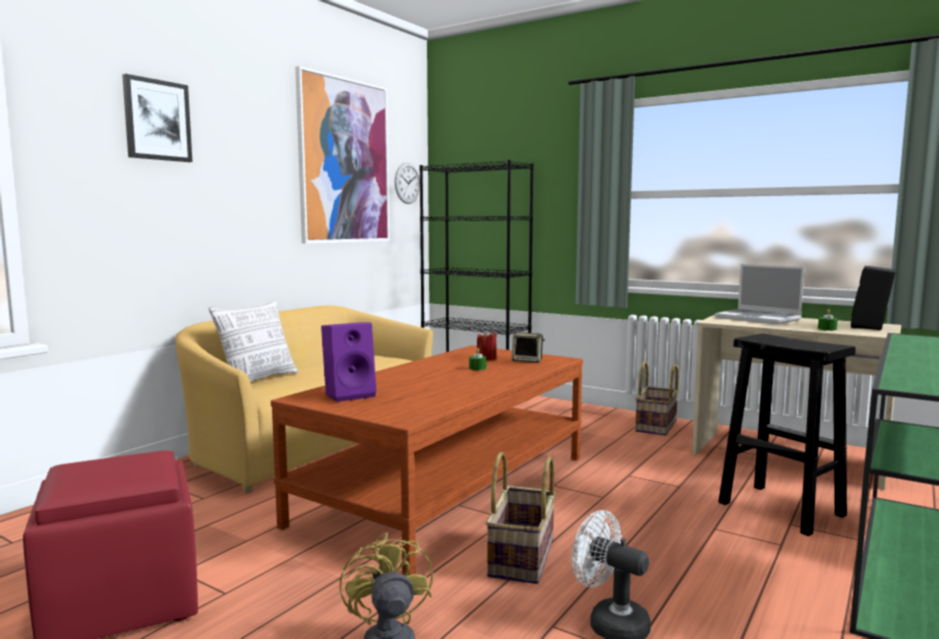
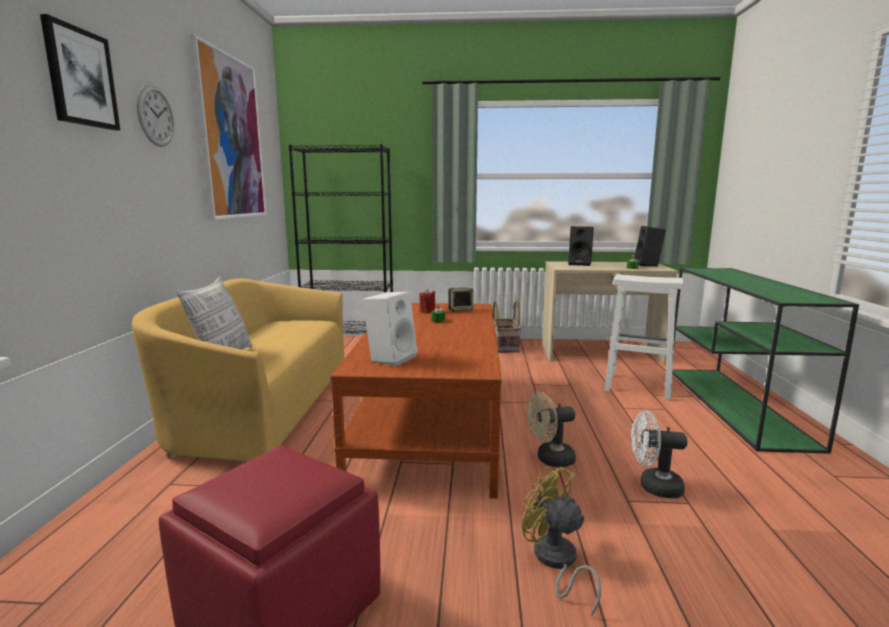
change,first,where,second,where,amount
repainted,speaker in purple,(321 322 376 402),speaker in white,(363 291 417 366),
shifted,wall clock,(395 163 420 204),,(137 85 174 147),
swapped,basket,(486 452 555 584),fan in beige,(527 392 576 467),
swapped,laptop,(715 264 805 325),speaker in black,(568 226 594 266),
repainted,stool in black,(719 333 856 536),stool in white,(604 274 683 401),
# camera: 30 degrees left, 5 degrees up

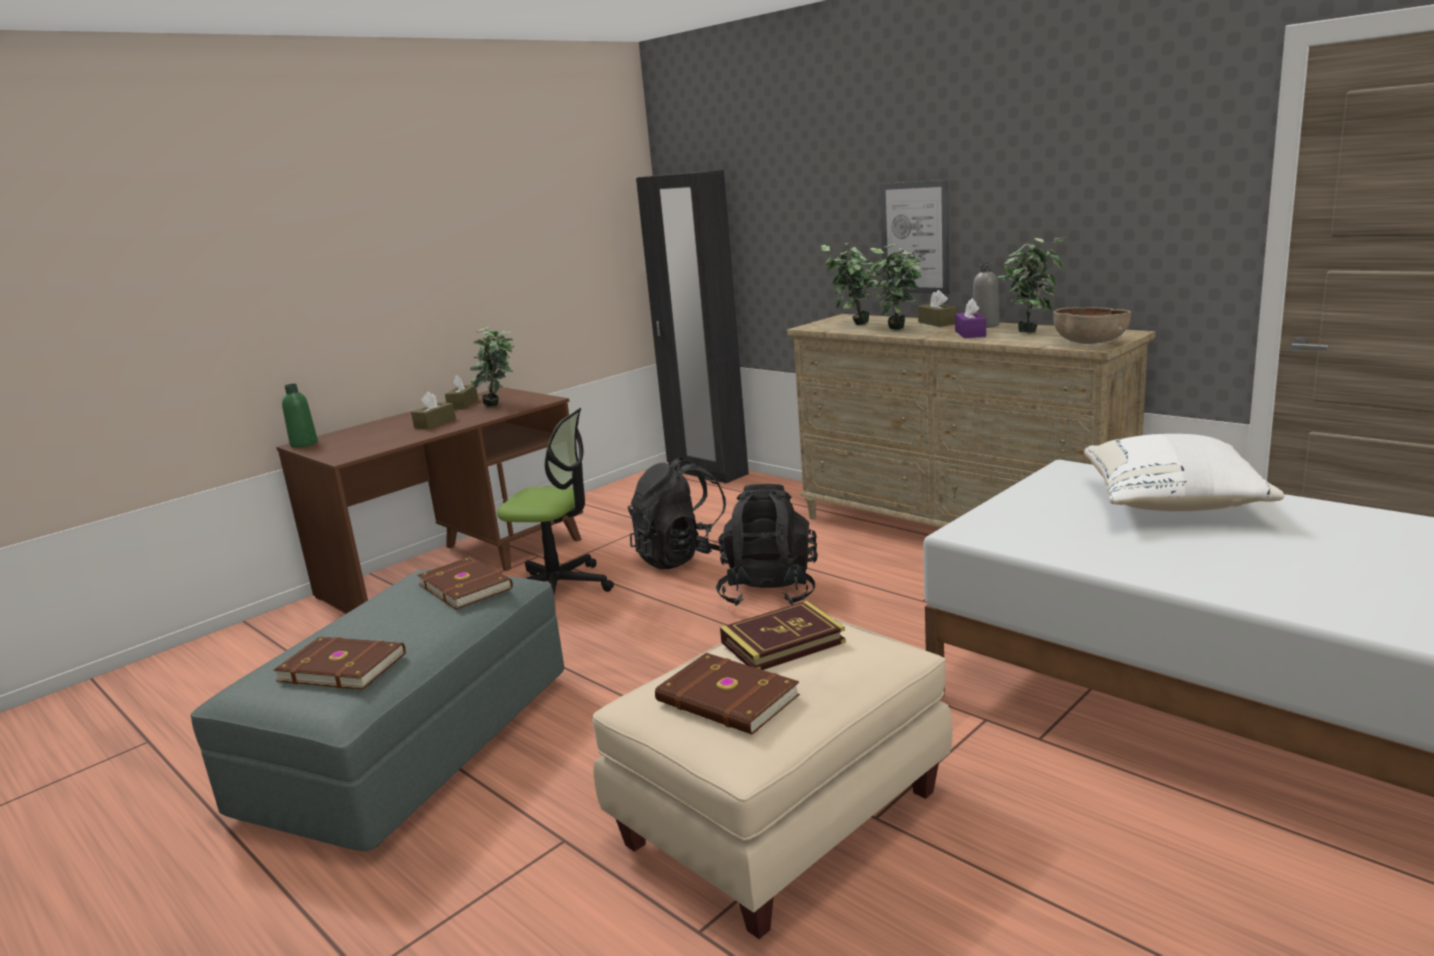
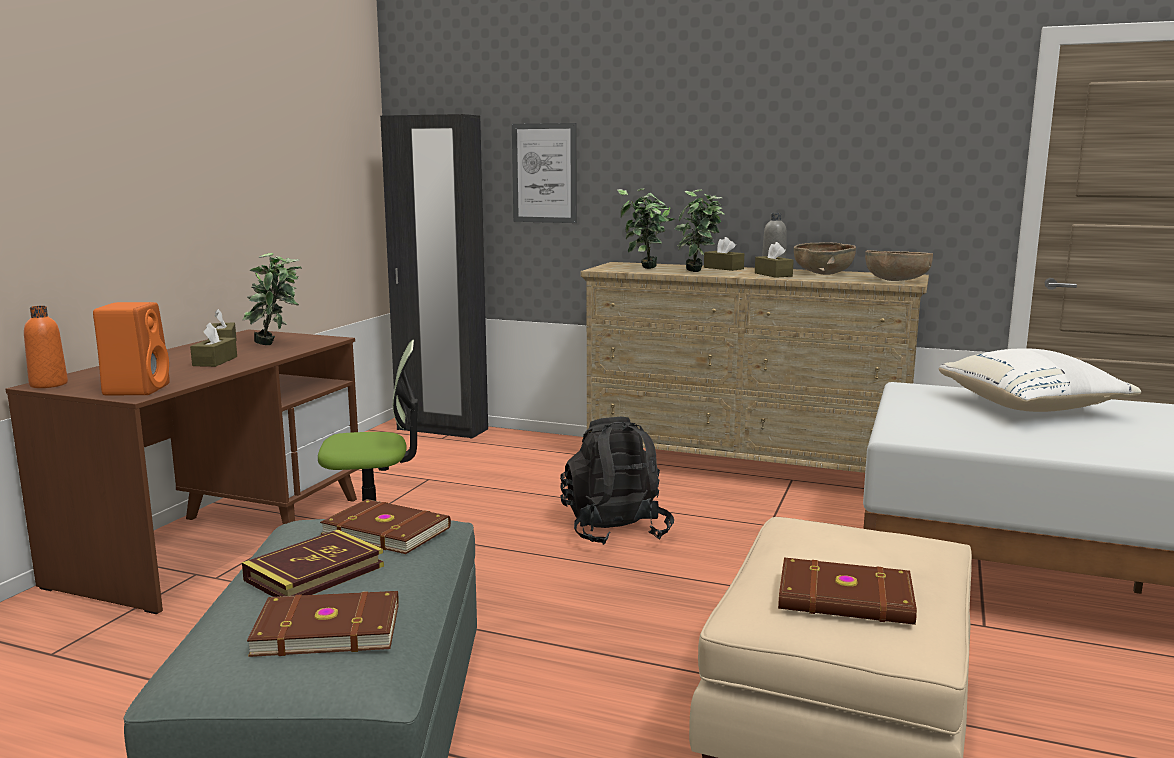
change,first,where,second,where,amount
repainted,bottle in green,(282 384 318 448),bottle in orange,(24 306 68 388),
gone,backpack in black,(628 457 726 569),,,
shifted,book,(720 601 846 670),,(242 530 384 597),
shifted,picture,(880 180 950 294),,(512 123 577 223),
repainted,tissue box in purple,(955 299 986 338),tissue box in brown,(755 242 794 278),
swapped,potted plant,(997 237 1066 333),bowl in brown,(794 242 856 275),
new,,,speaker in orange,(93 302 170 395),
# camera: 25 degrees left, 5 degrees down

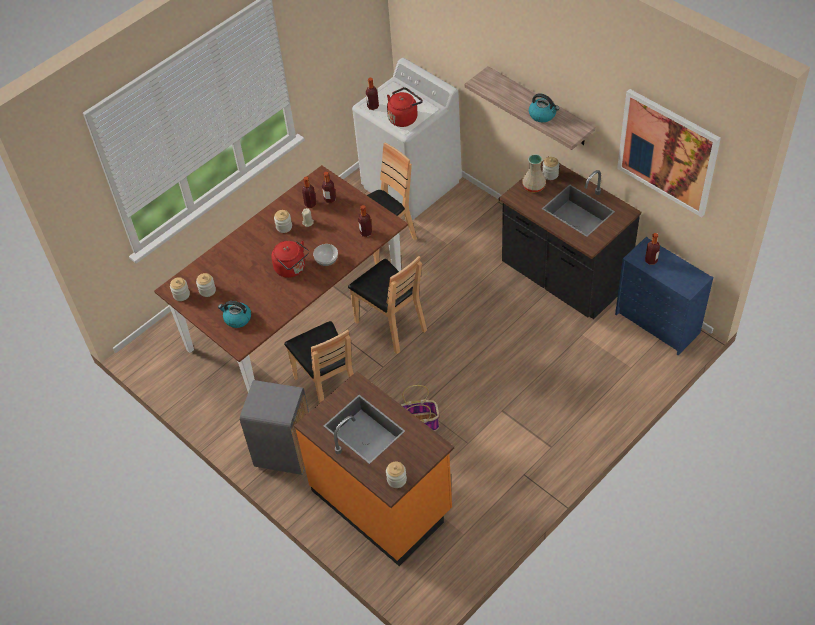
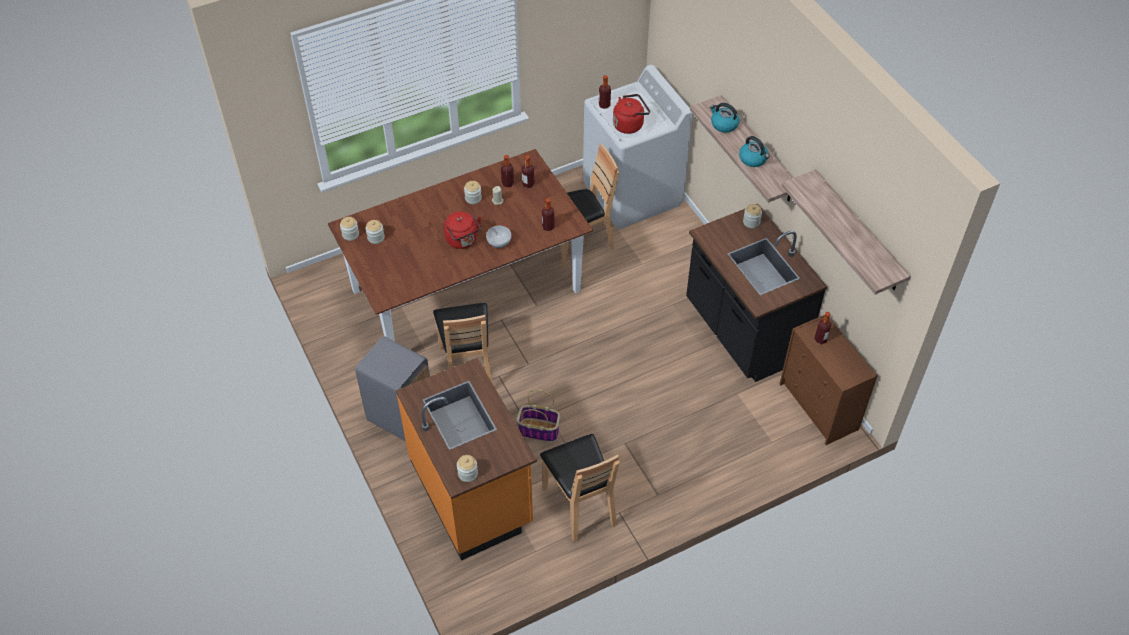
change,first,where,second,where,amount
shifted,kettle,(218 301 251 328),,(710 103 740 133),
shifted,chair in brown,(348 256 427 354),,(540 434 620 542),
gone,vase in beige,(522 154 546 192),,,
repainted,dresser in blue,(615 237 713 355),dresser in brown,(780 315 878 445),
swapped,picture,(617 89 721 217),shelf,(781 169 911 295),
# camera: 15 degrees right, 0 degrees up

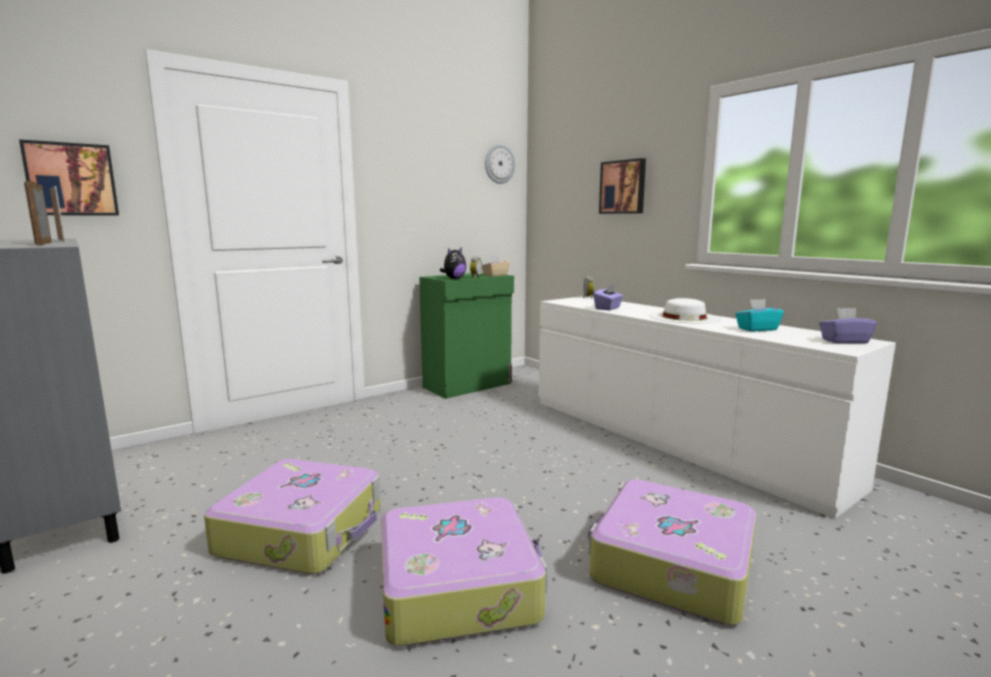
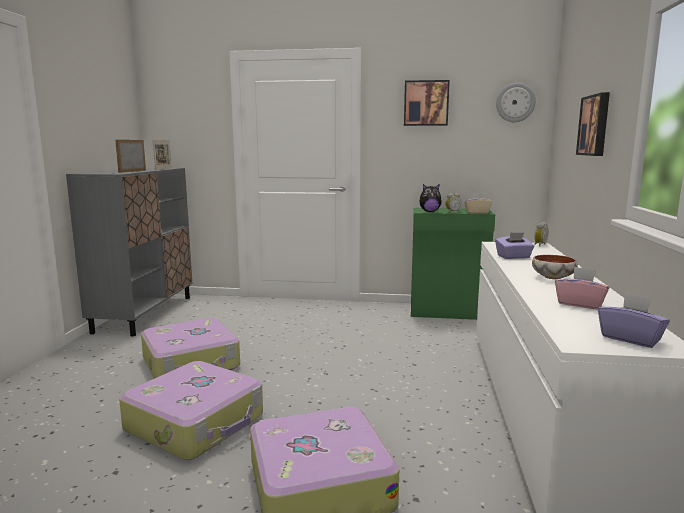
change,first,where,second,where,amount
shifted,picture,(19 139 119 216),,(404 80 450 126),
swapped,hat in white,(649 298 721 323),bowl,(532 255 578 279),
repainted,tissue box in turquoise,(735 299 784 332),tissue box in pink,(555 266 610 309),
# camera: 45 degrees right, 0 degrees up

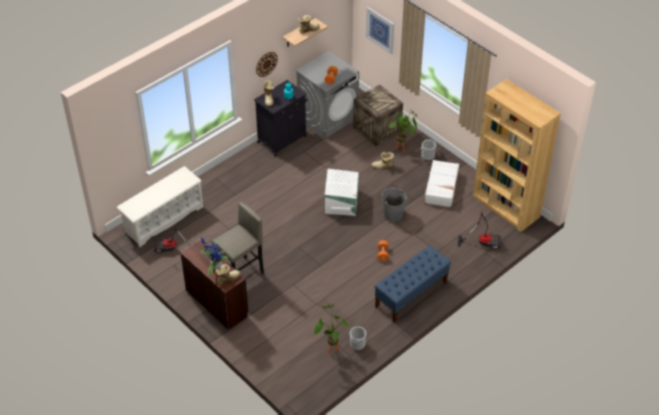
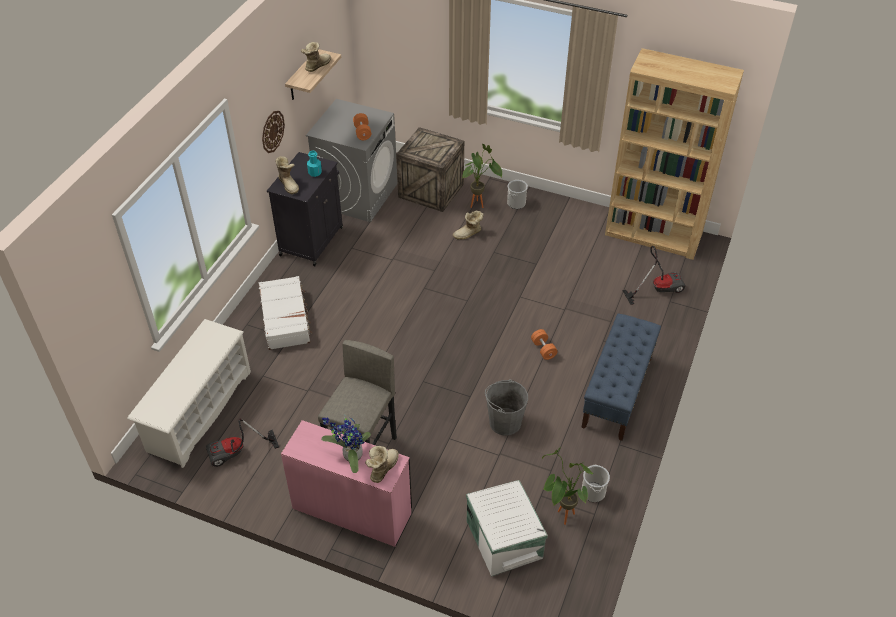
change,first,where,second,where,amount
repainted,desk in brown,(180 239 248 330),desk in pink,(281 420 412 547),
shifted,storage box in white,(324 168 359 216),,(466 480 548 577),
gone,picture,(366 7 394 54),,,
shifted,bucket in grey,(381 188 407 222),,(485 379 528 436),
shifted,suitcase in white,(424 160 460 207),,(259 276 313 350),
# camera: 25 degrees left, 0 degrees up

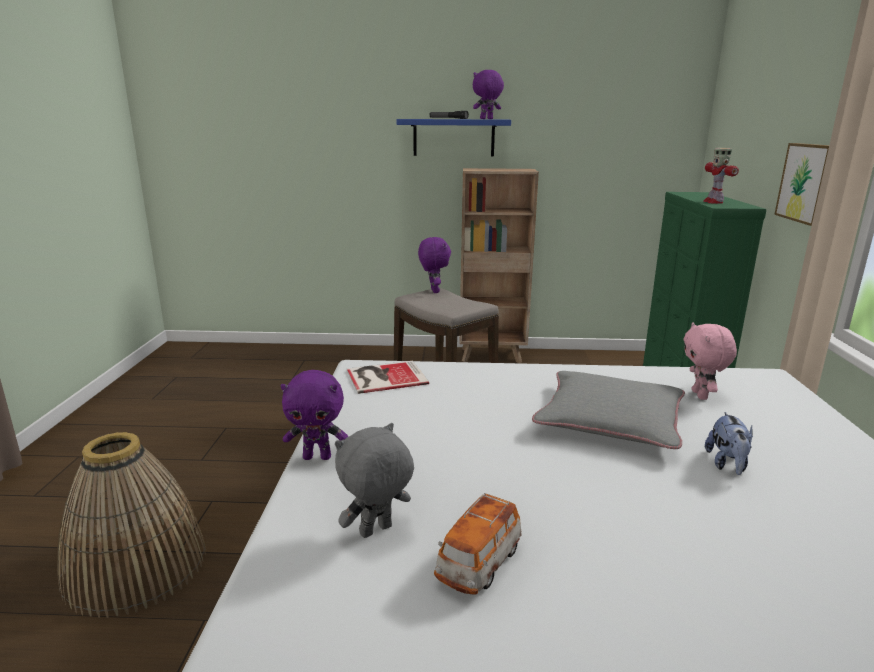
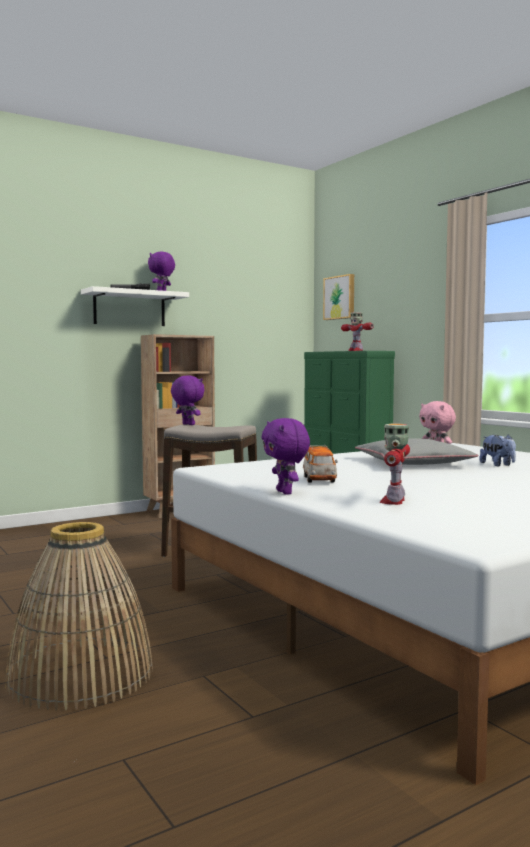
change,first,where,second,where,amount
rotated,plush toy in purple,(281 370 349 460),,(262 418 310 495),105 degrees clockwise
swapped,plush toy in grey,(335 423 414 538),toy robot,(380 423 410 505),
gone,book,(347 361 429 394),,,
repainted,shelf in blue,(396 119 511 157),shelf in white,(81 286 189 326),
shifted,toy car,(434 493 521 595),,(303 445 338 483),
shifted,picture,(774 143 829 226),,(323 274 354 320),
# camera: 35 degrees left, 15 degrees down

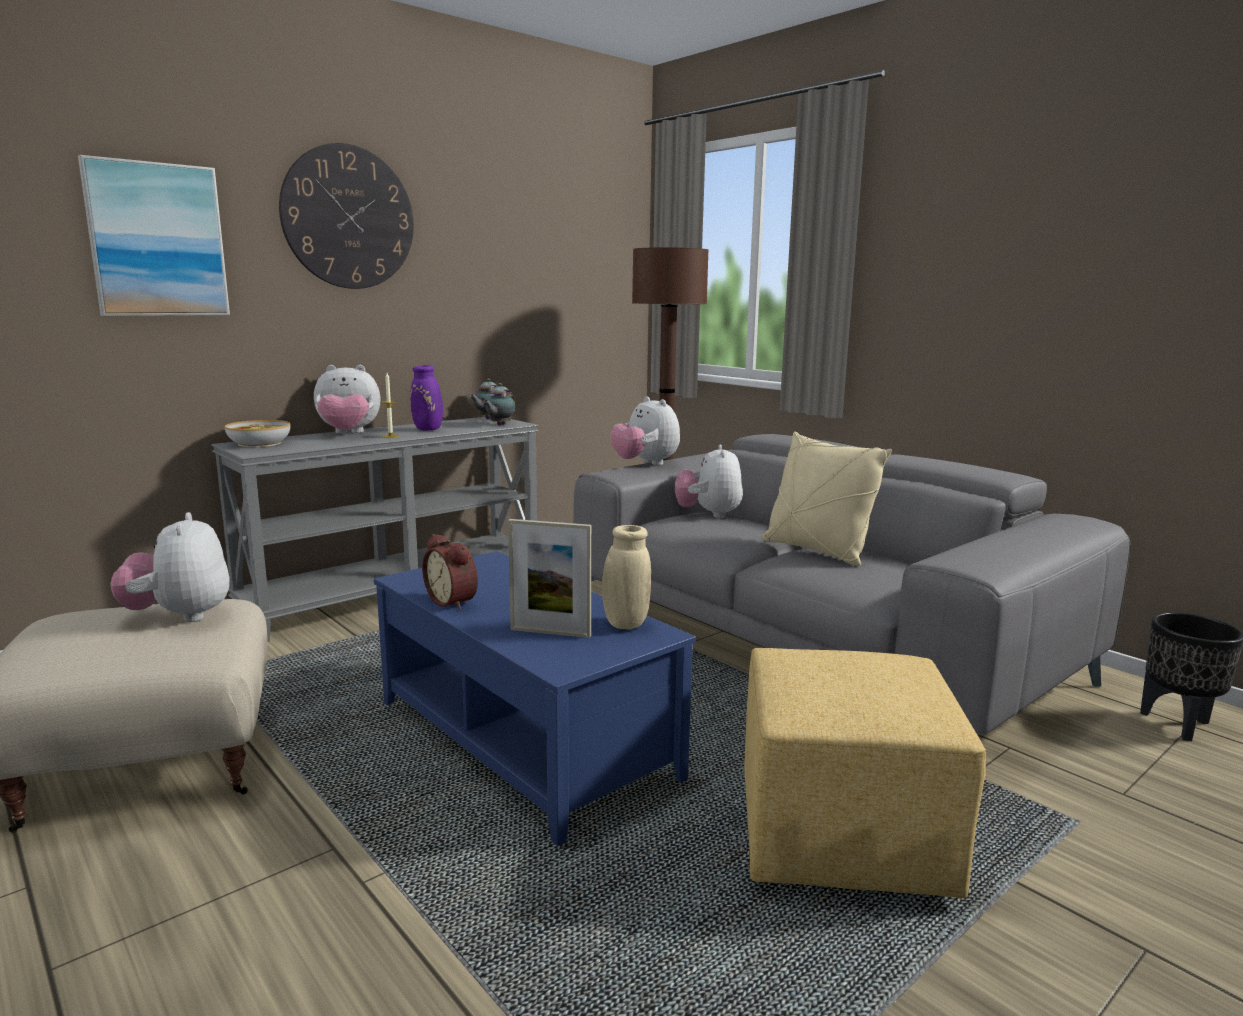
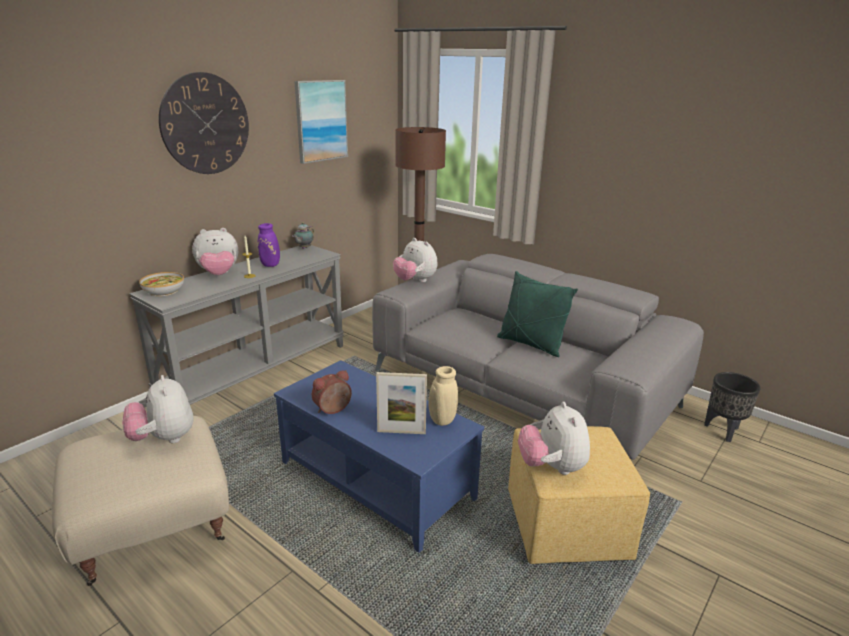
change,first,where,second,where,amount
shifted,picture,(78 155 230 316),,(294 80 348 164),
rotated,alarm clock,(422 534 478 610),,(312 370 352 414),105 degrees clockwise
gone,teapot,(483 383 515 425),,,
shifted,plush toy,(675 445 743 518),,(518 402 590 475),
repainted,pillow in beige,(762 431 892 566),pillow in green,(497 271 578 357),
# camera: 10 degrees left, 10 degrees up

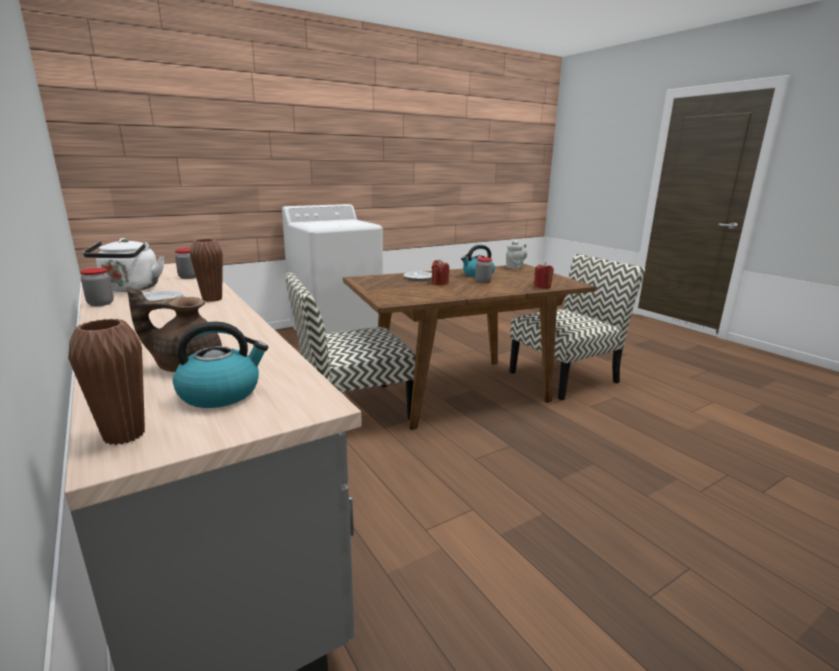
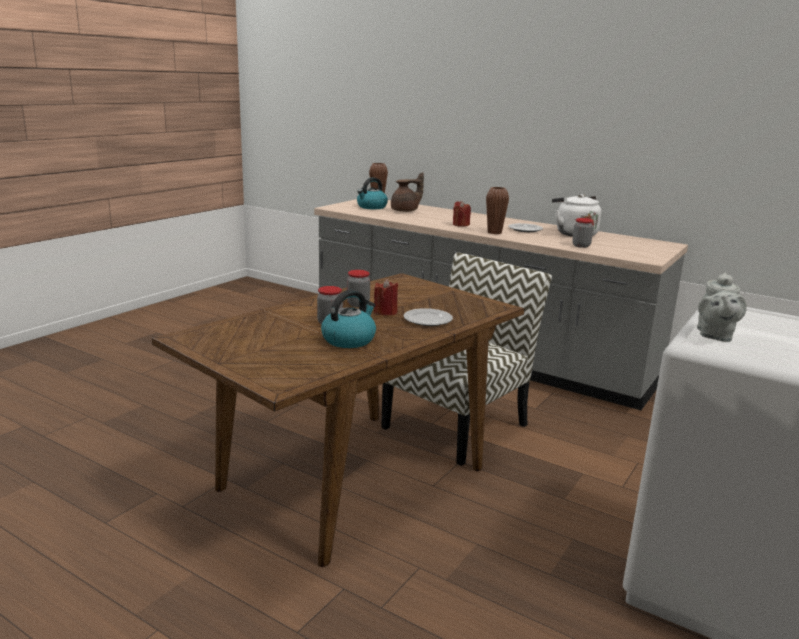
change,first,where,second,where,amount
shifted,jar,(80 268 114 306),,(347 270 370 307),
shifted,teapot in grey,(506 240 527 269),,(697 272 747 342),
gone,chair,(509 254 645 400),,,
shifted,candle in red,(533 263 554 288),,(453 201 471 227),
# camera: 155 degrees right, 0 degrees up

